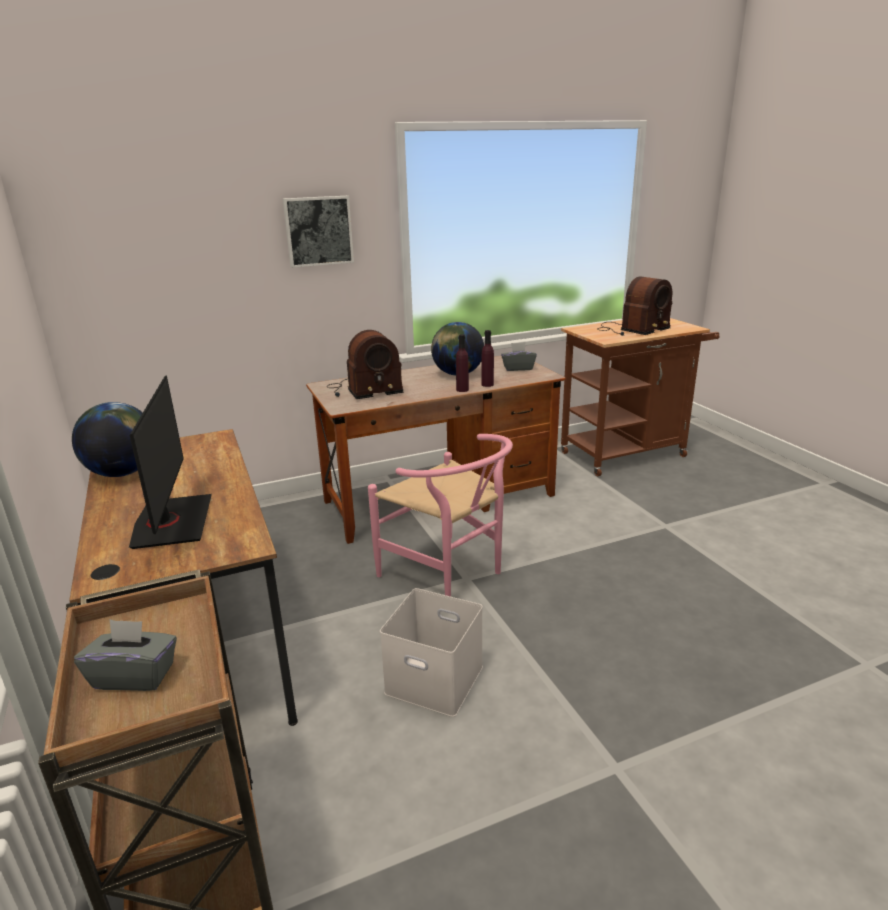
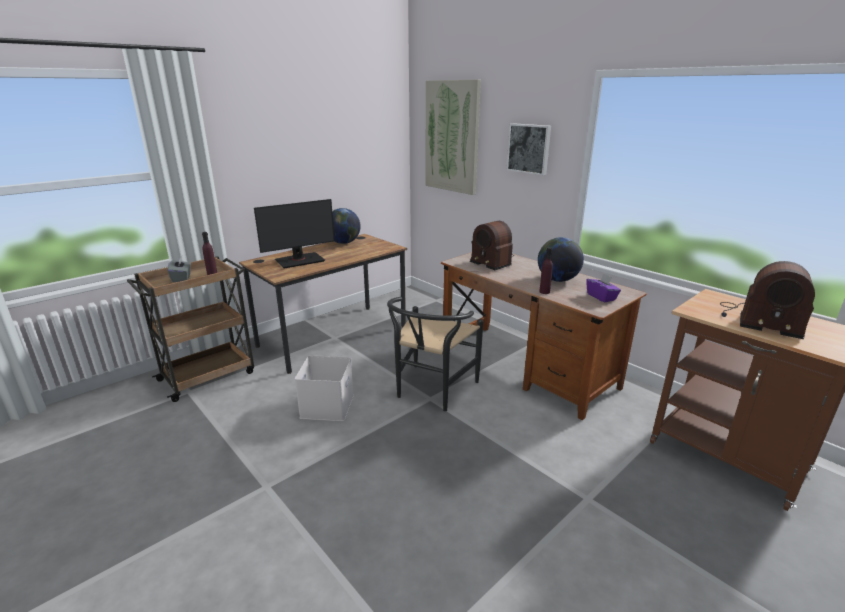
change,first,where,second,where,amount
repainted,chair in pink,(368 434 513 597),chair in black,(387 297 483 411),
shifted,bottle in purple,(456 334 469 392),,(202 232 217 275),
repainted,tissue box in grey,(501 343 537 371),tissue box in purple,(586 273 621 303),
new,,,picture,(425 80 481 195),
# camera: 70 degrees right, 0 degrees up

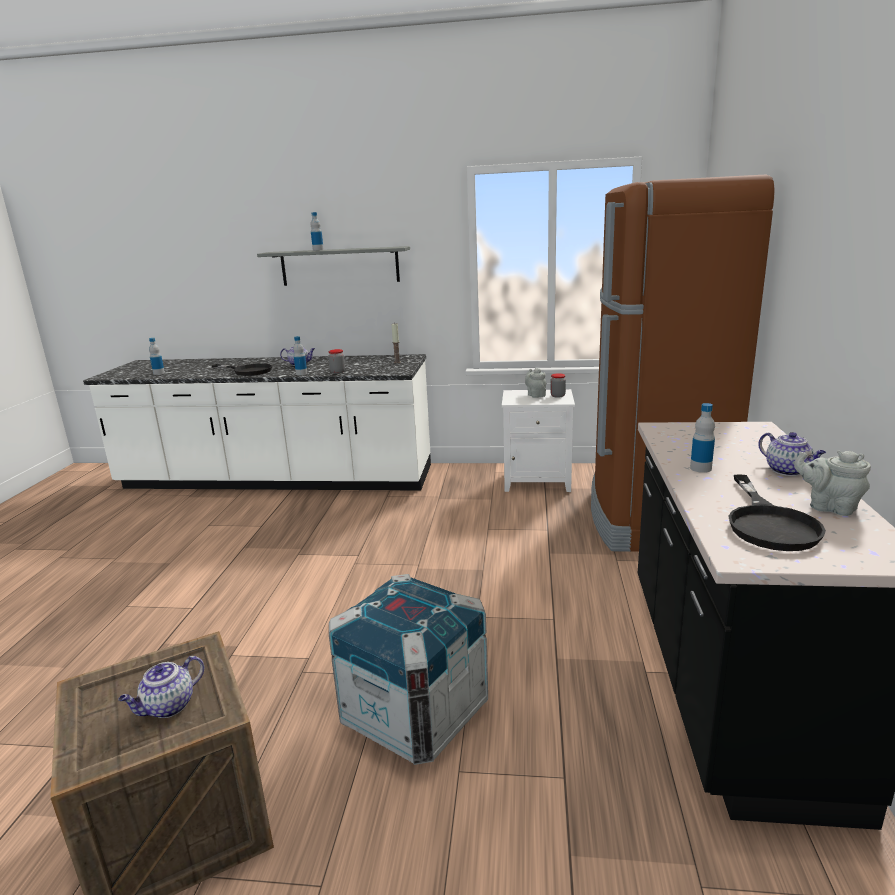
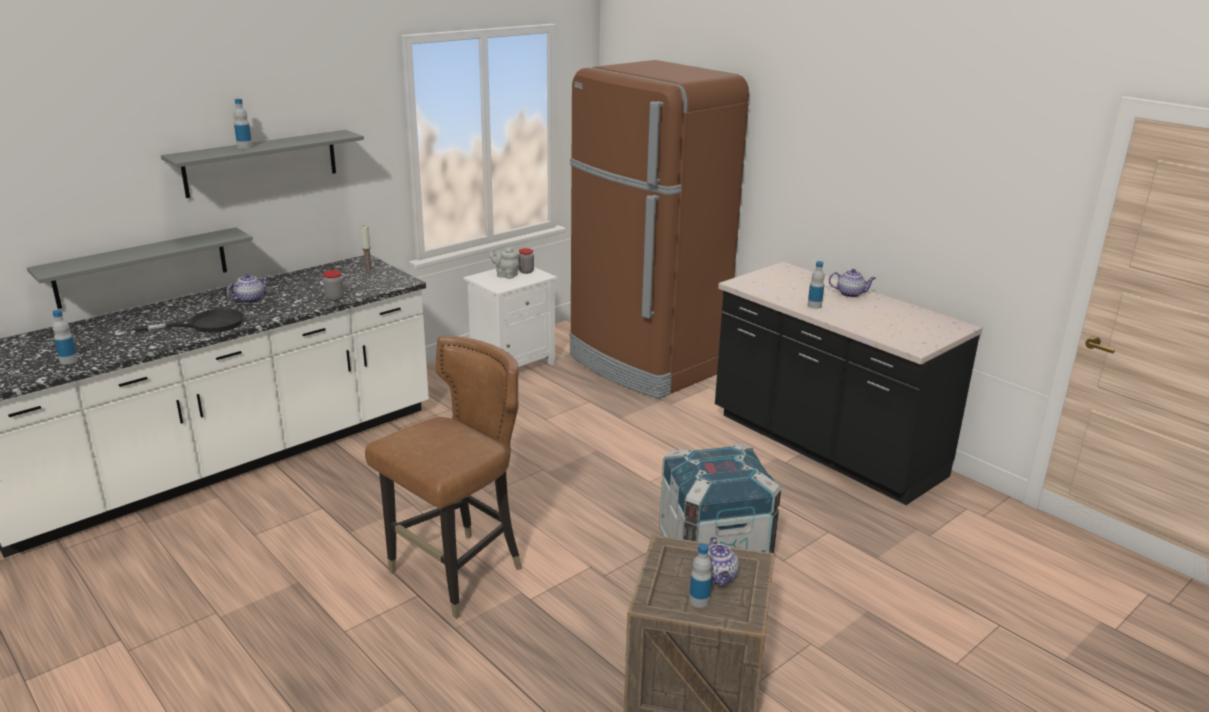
change,first,where,second,where,amount
shifted,bottle,(293 336 307 375),,(689 543 712 608),
gone,frying pan in black,(728 474 826 551),,,
gone,teapot in grey,(794 451 871 516),,,
new,,,shelf in grey,(27 227 253 309),
new,,,chair in brown,(365 335 522 619),
# camera: 50 degrees left, 5 degrees up

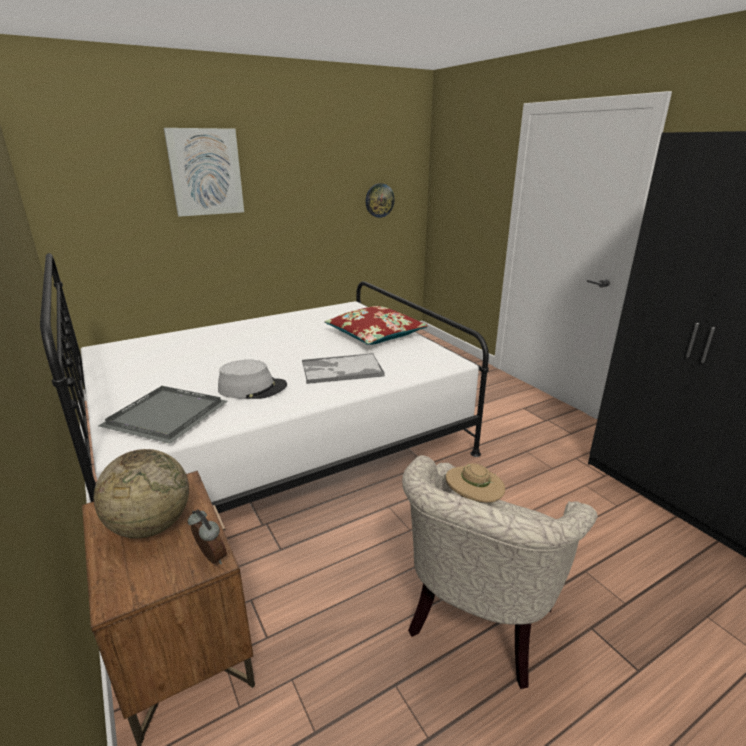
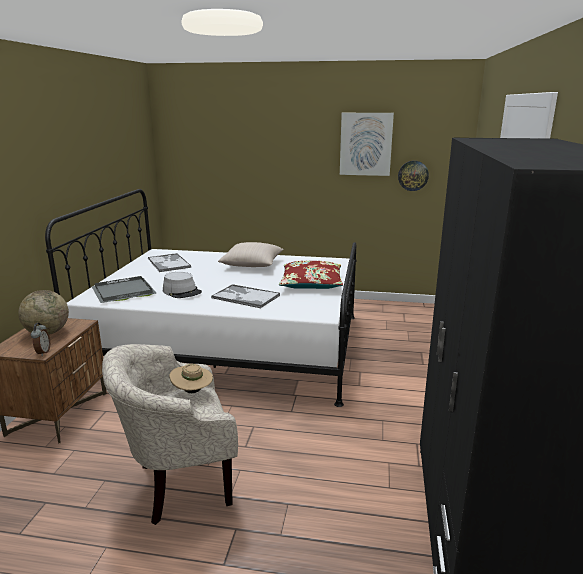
change,first,where,second,where,amount
shifted,picture,(164 128 244 217),,(340 113 394 176),
new,,,tray,(148 253 191 272),
new,,,pillow in beige,(218 242 284 267),
# camera: 40 degrees right, 5 degrees down

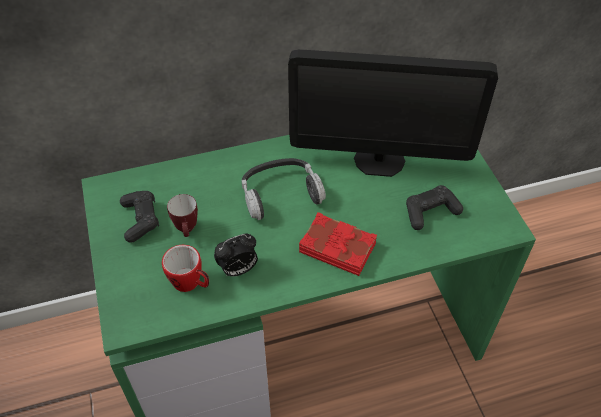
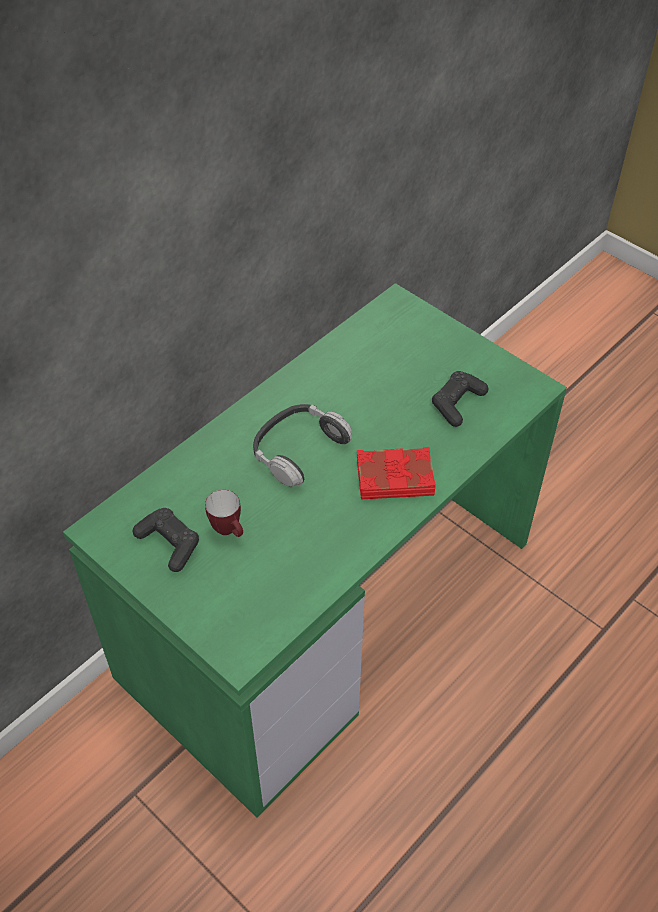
change,first,where,second,where,amount
gone,mug,(162 245 209 292),,,
gone,alarm clock,(214 233 258 276),,,
gone,monitor,(288 49 498 177),,,
# camera: 30 degrees left, 0 degrees up

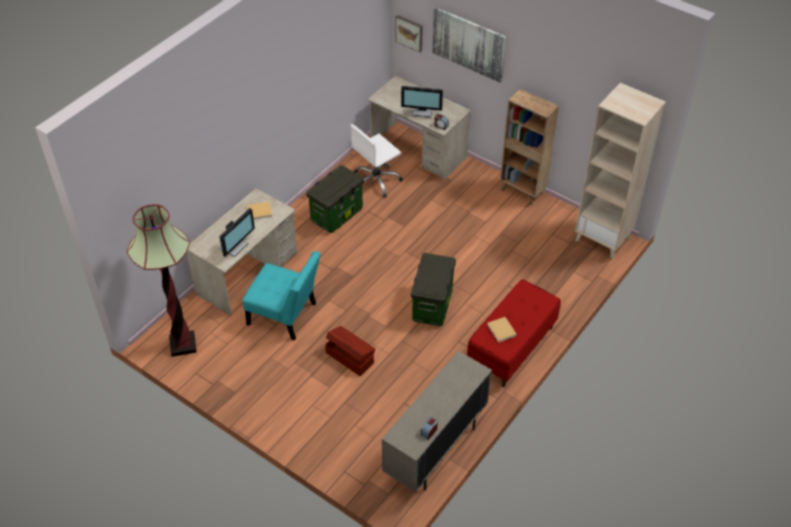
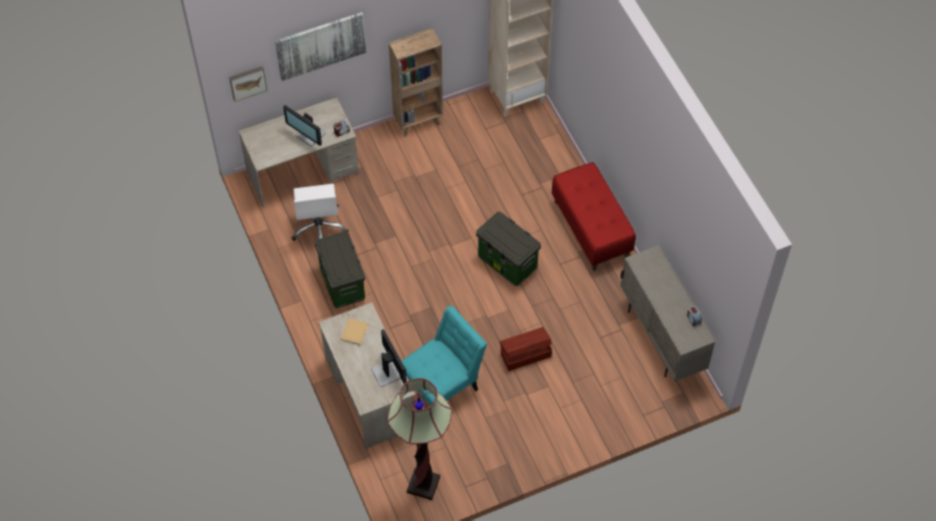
change,first,where,second,where,amount
rotated,monitor,(401 86 443 118),,(283 105 326 147),90 degrees clockwise
gone,book in beige,(487 317 517 343),,,
# camera: 60 degrees left, 10 degrees up

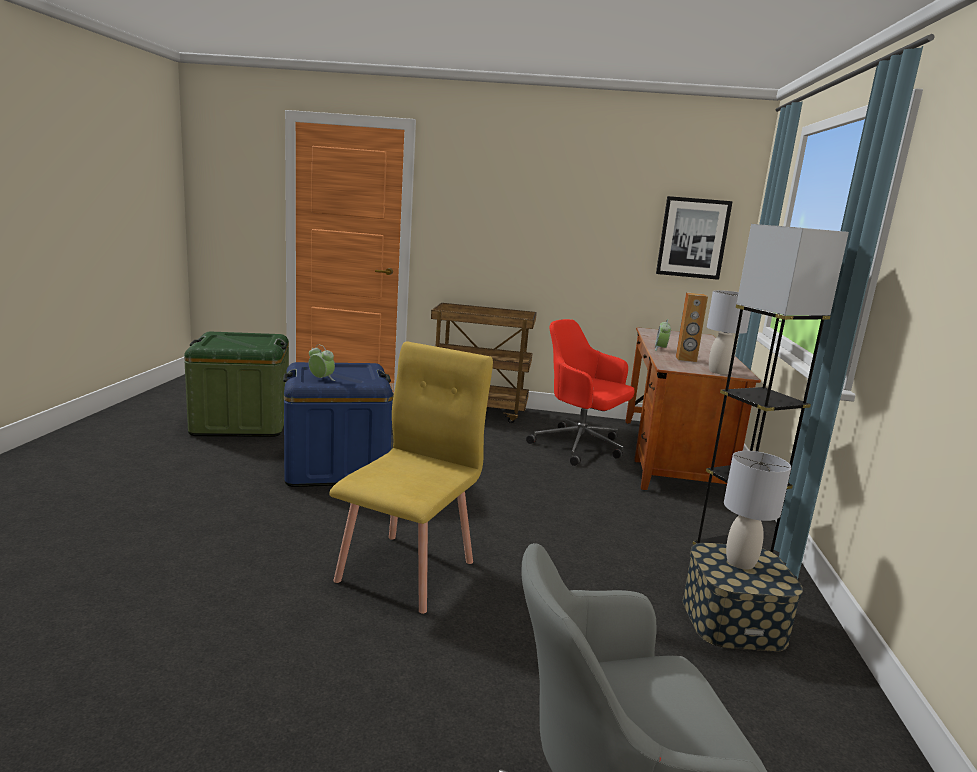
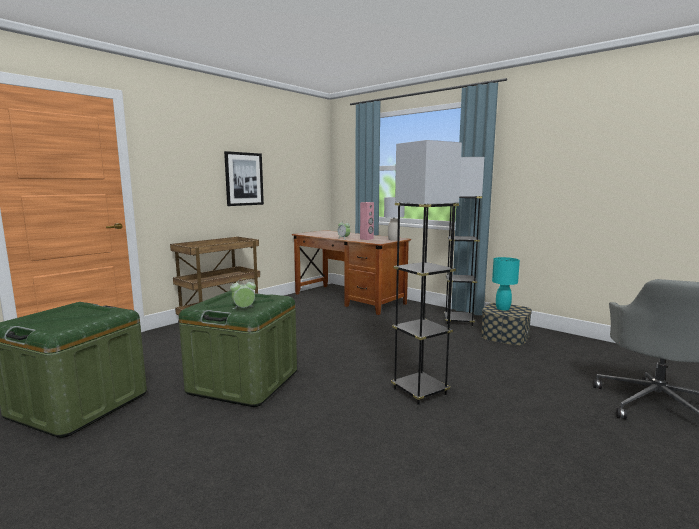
change,first,where,second,where,amount
repainted,storage box in blue,(283 362 393 487),storage box in green,(179 291 297 407),
swapped,chair in yellow,(330 342 493 614),floor lamp in grey,(391 140 462 405),
gone,office chair in red,(526 319 635 466),,,
shifted,picture,(656 196 733 280),,(224 151 264 206),
repainted,speaker in brown,(676 292 708 362),speaker in pink,(360 202 374 240),
repainted,table lamp in grey,(724 451 791 570),table lamp in turquoise,(492 257 520 311),
# camera: 55 degrees left, 5 degrees down

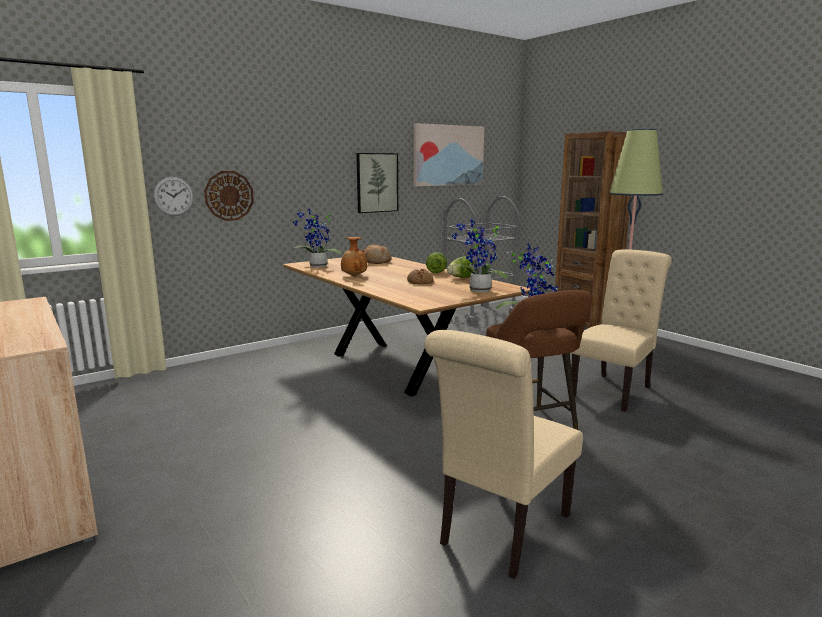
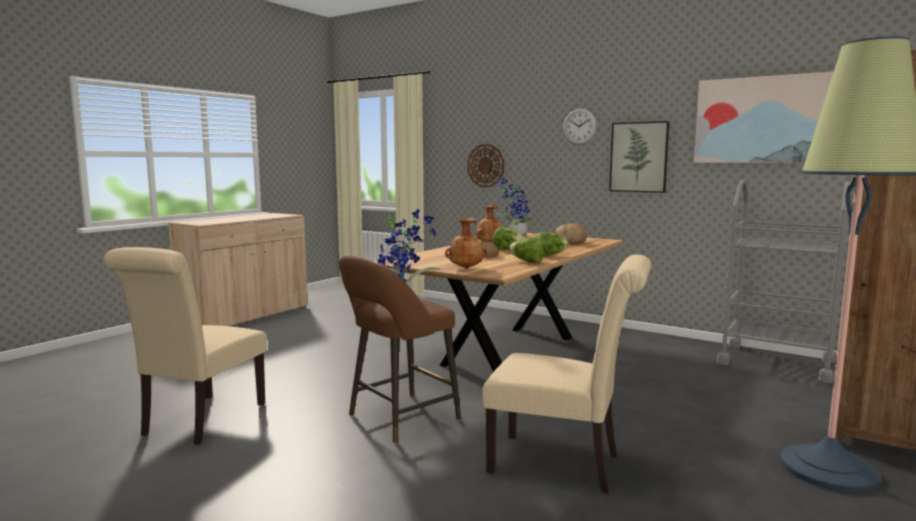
change,first,where,second,where,amount
shifted,wall clock,(153 177 194 216),,(563 109 597 145),
rotated,chair in beige,(424 330 583 579),,(104 247 267 445),90 degrees counterclockwise
swapped,potted plant,(449 219 508 292),vase in brown,(445 218 487 268),
new,,,lettuce,(493 227 525 250),
# camera: 70 degrees right, 5 degrees down

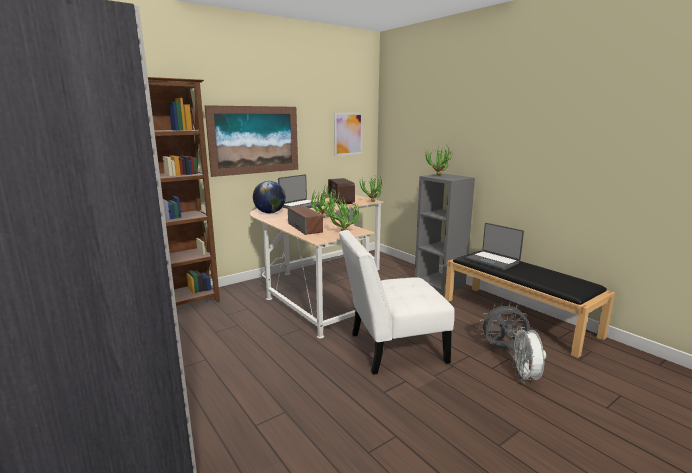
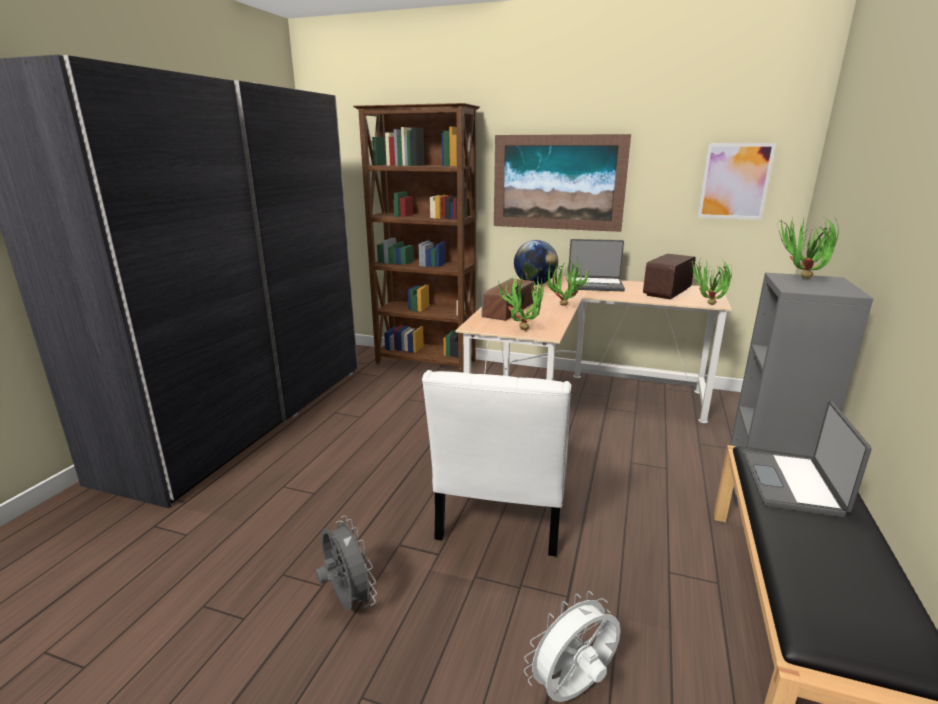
change,first,where,second,where,amount
rotated,chair in white,(339 230 455 375),,(422 370 571 556),120 degrees counterclockwise
shifted,fan in grey,(479 302 530 349),,(316 515 377 611),
# camera: 55 degrees right, 5 degrees up

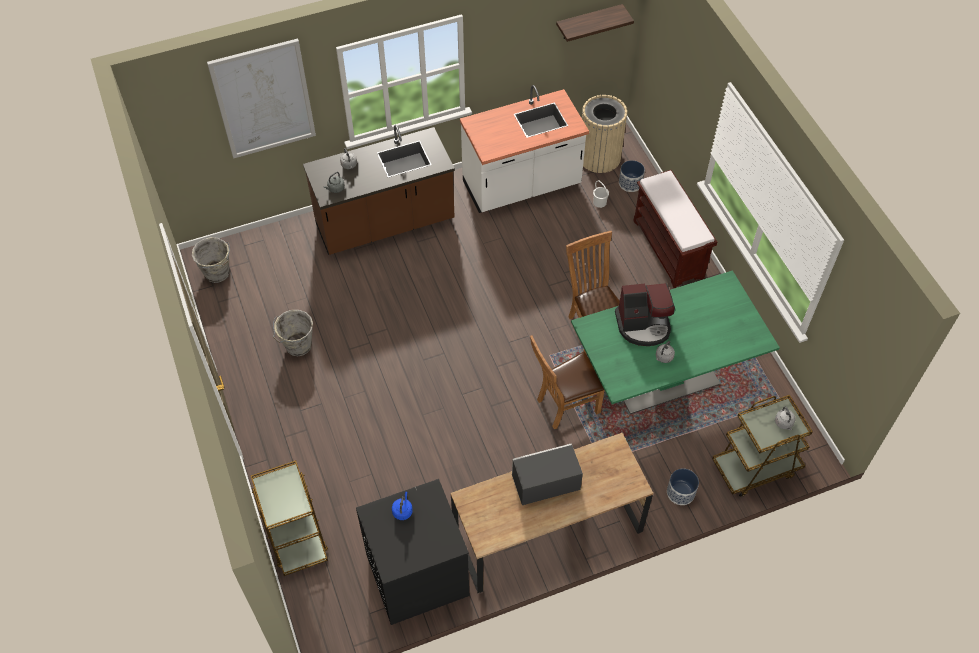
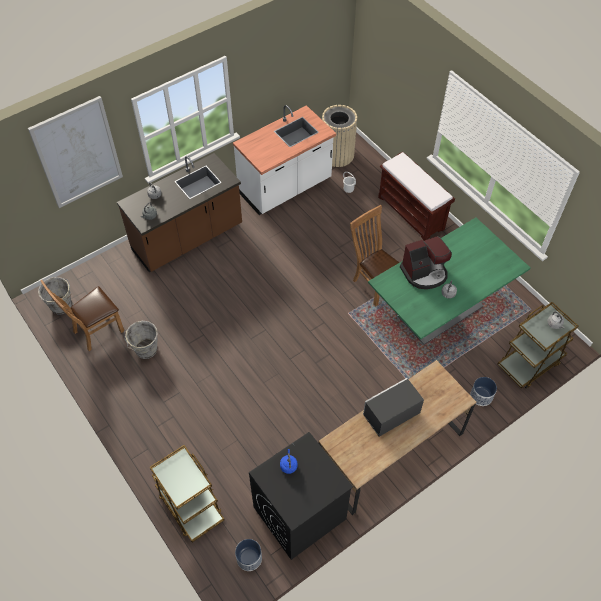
change,first,where,second,where,amount
shifted,chair in brown,(530 335 604 429),,(41 280 124 351),
gone,shelf,(556 4 634 42),,,
shifted,planter,(619 160 645 192),,(235 539 262 571),
# camera: 15 degrees left, 0 degrees up

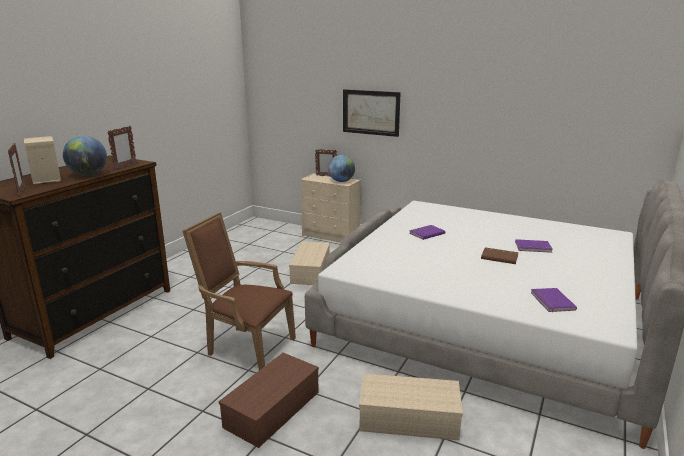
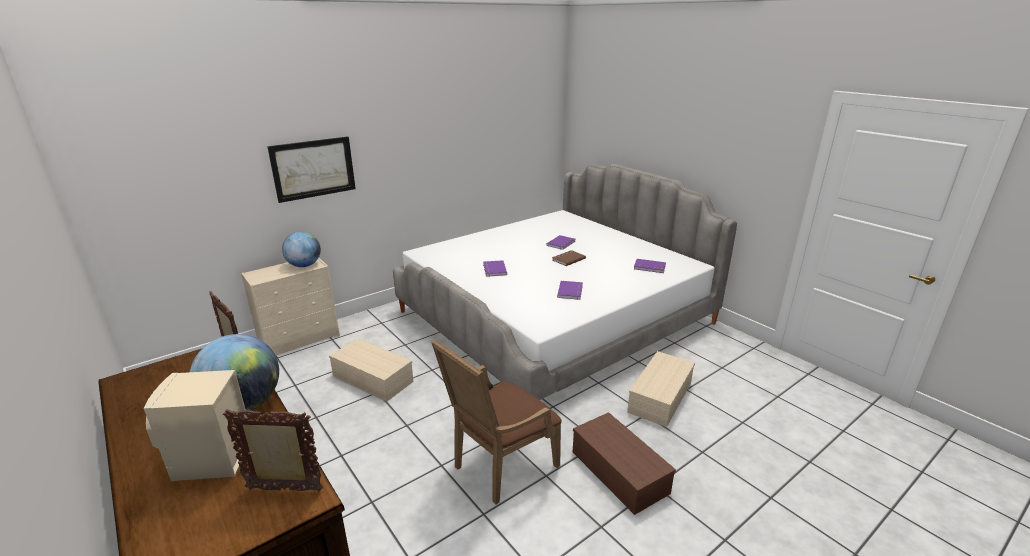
change,first,where,second,where,amount
gone,picture frame,(315 149 337 177),,,
new,,,book in purple,(557 281 583 300),
# camera: 65 degrees left, 5 degrees up

